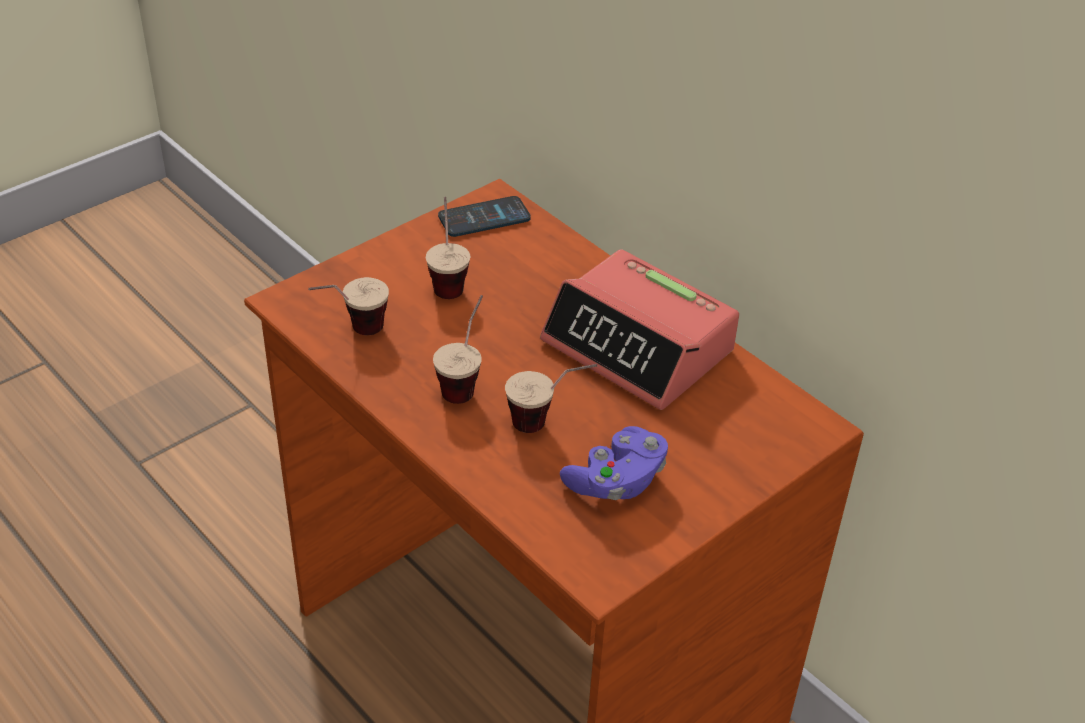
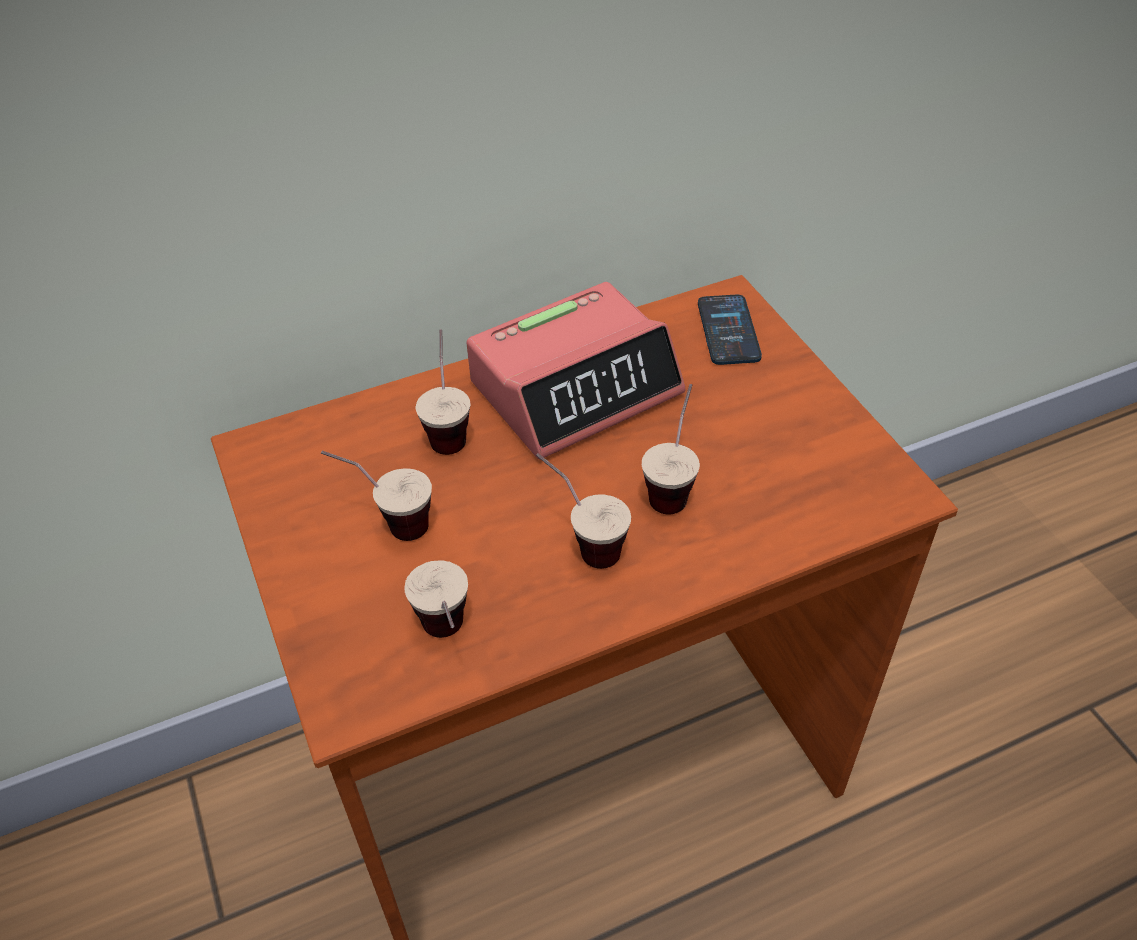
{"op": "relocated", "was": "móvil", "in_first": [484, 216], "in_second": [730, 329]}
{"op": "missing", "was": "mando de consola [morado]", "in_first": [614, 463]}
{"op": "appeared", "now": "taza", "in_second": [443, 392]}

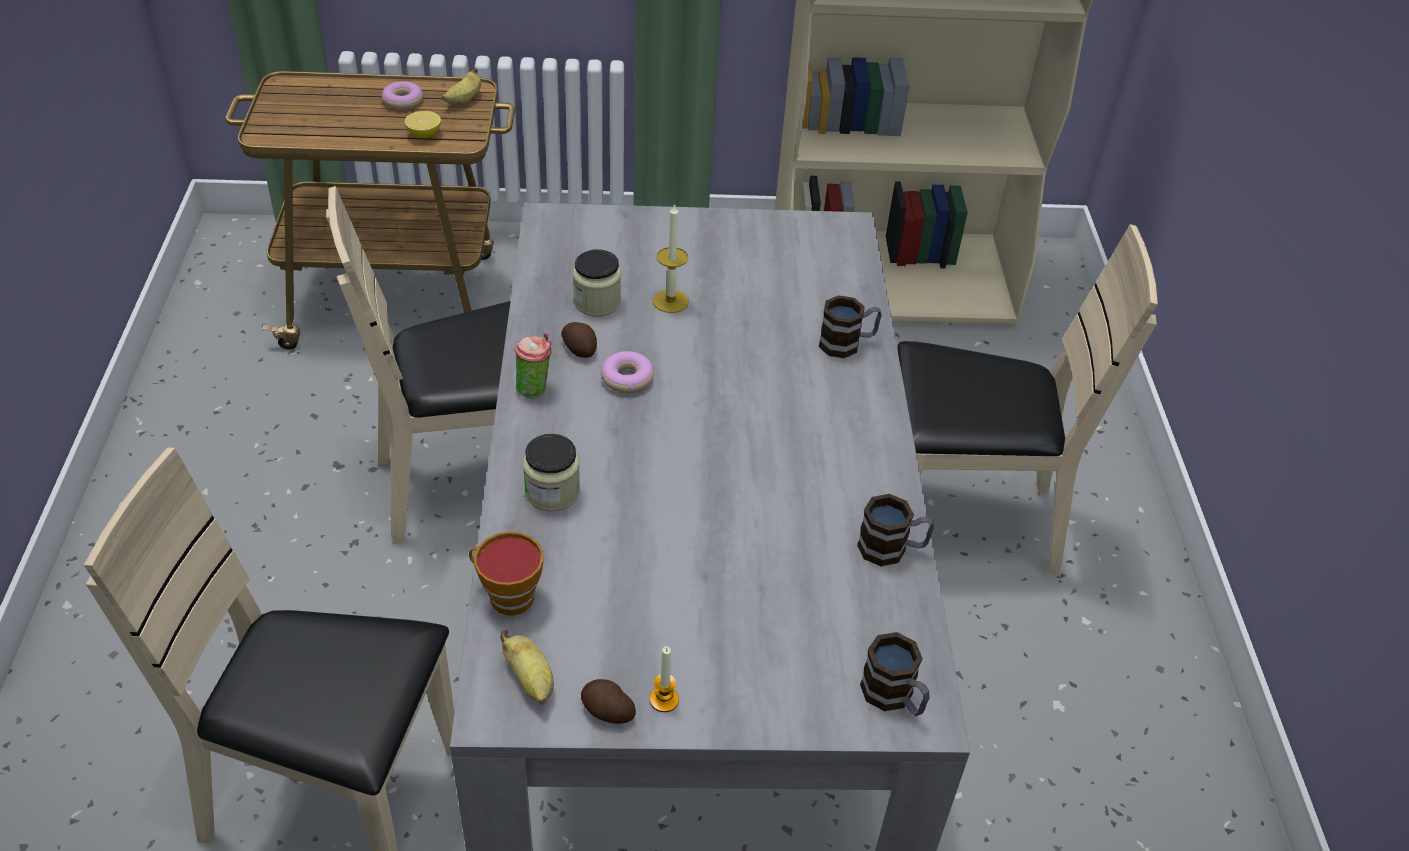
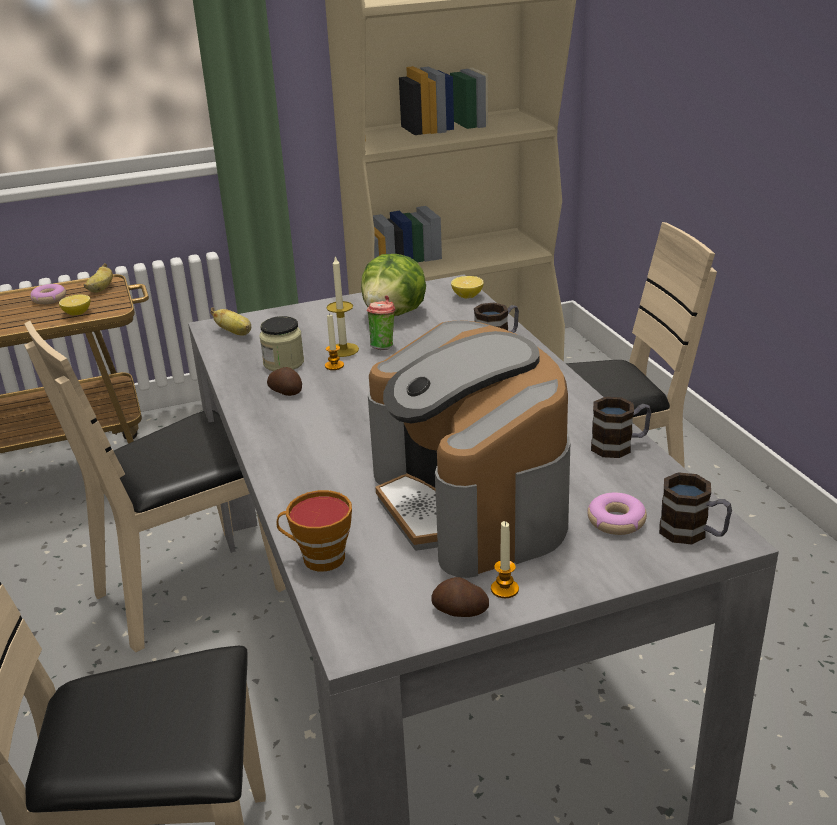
{"op": "relocated", "was": "taza", "in_first": [533, 366], "in_second": [381, 323]}
{"op": "relocated", "was": "rosquilla", "in_first": [627, 372], "in_second": [617, 513]}
{"op": "missing", "was": "tarro", "in_first": [551, 473]}
{"op": "relocated", "was": "plátano", "in_first": [527, 667], "in_second": [230, 321]}
{"op": "appeared", "now": "lechuga", "in_second": [393, 285]}
{"op": "appeared", "now": "limón", "in_second": [467, 287]}
{"op": "appeared", "now": "vela", "in_second": [334, 341]}
{"op": "appeared", "now": "cafetera", "in_second": [469, 449]}

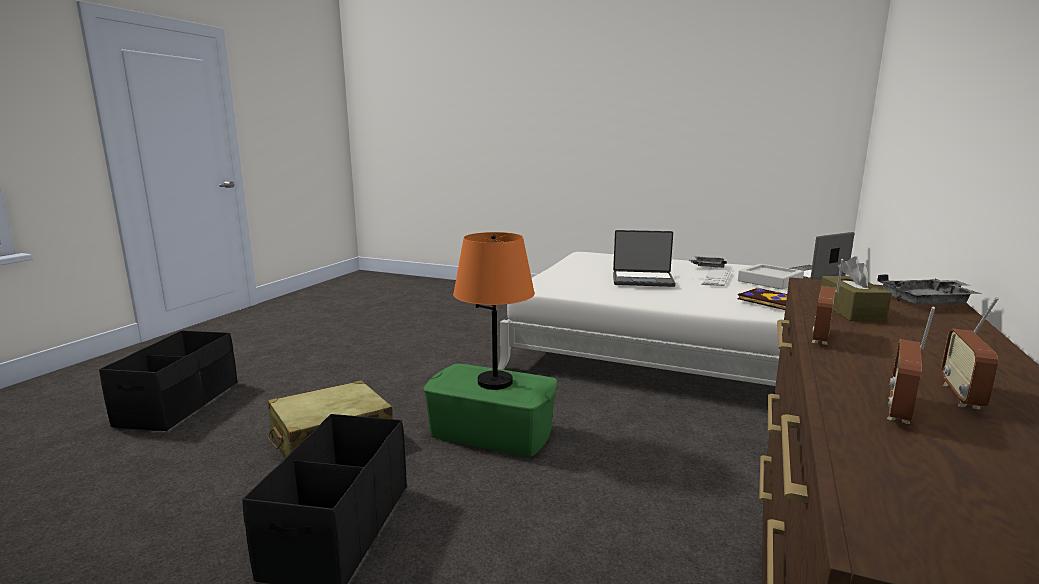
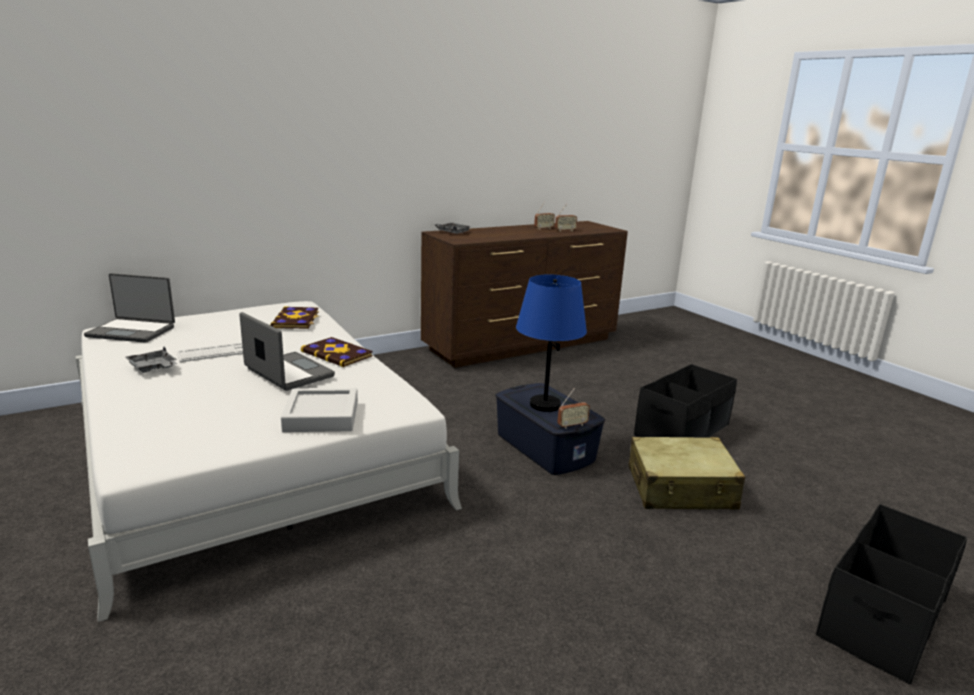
{"op": "colour", "was": "lámpara de mesa [naranja]", "now": "lámpara de mesa [azul]", "in_first": [494, 311], "in_second": [551, 343]}
{"op": "missing", "was": "caja de pañuelos [marrón]", "in_first": [856, 288]}
{"op": "relocated", "was": "radio", "in_first": [827, 302], "in_second": [573, 408]}
{"op": "relocated", "was": "bandeja [gris]", "in_first": [771, 277], "in_second": [319, 410]}
{"op": "colour", "was": "caja de almacenaje [verde]", "now": "caja de almacenaje [azul]", "in_first": [490, 410], "in_second": [550, 429]}
{"op": "appeared", "now": "libro", "in_second": [337, 352]}

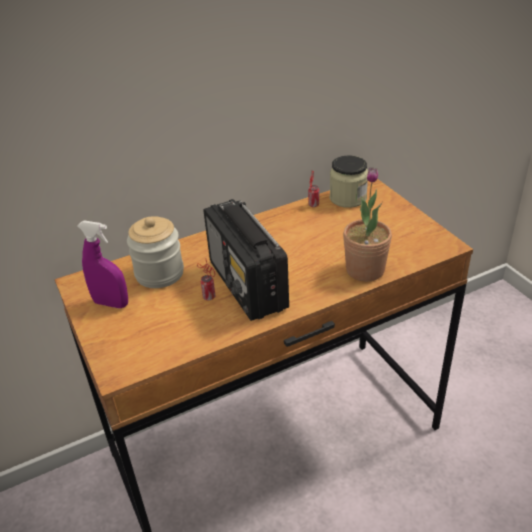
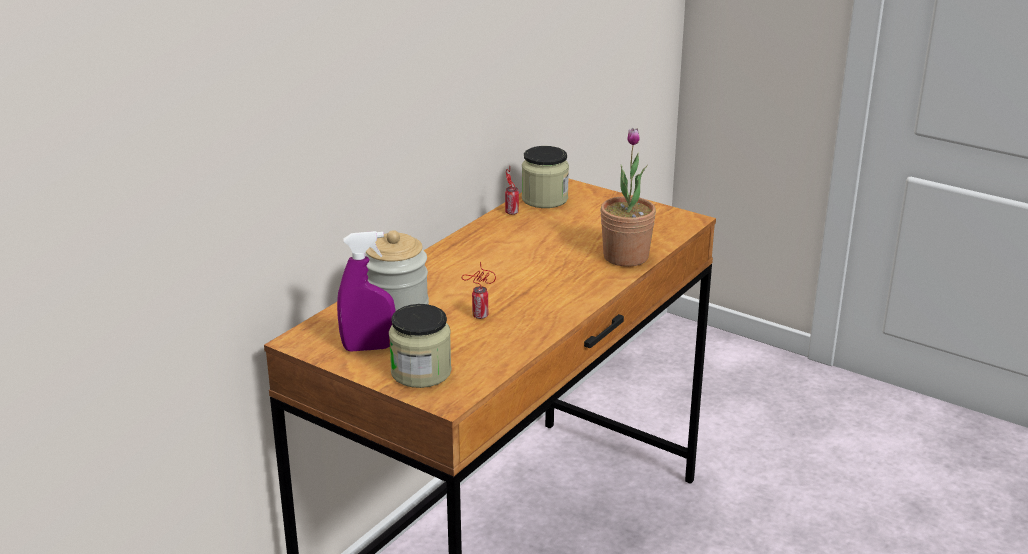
{"op": "missing", "was": "radio", "in_first": [246, 260]}
{"op": "appeared", "now": "tarro", "in_second": [420, 346]}

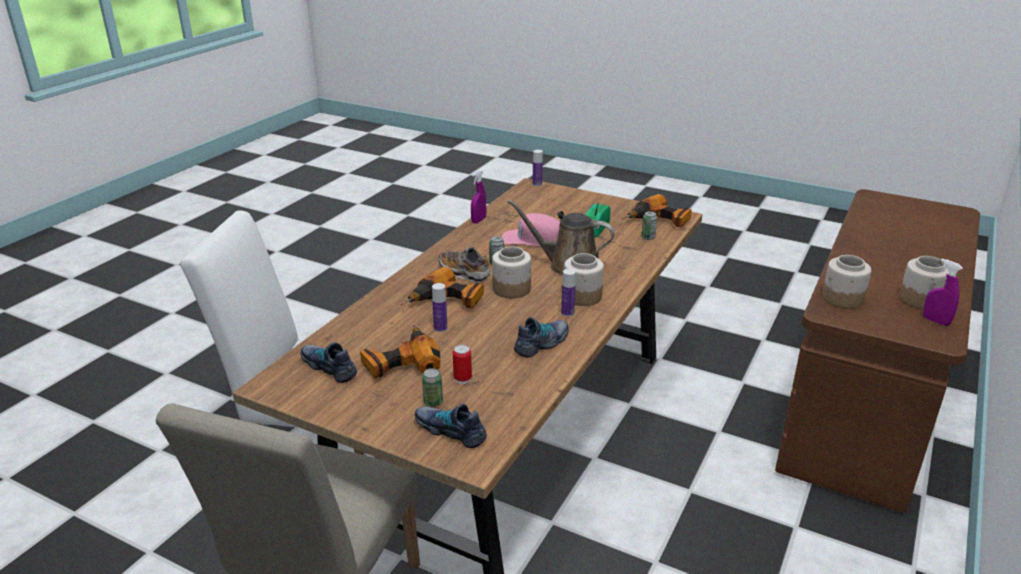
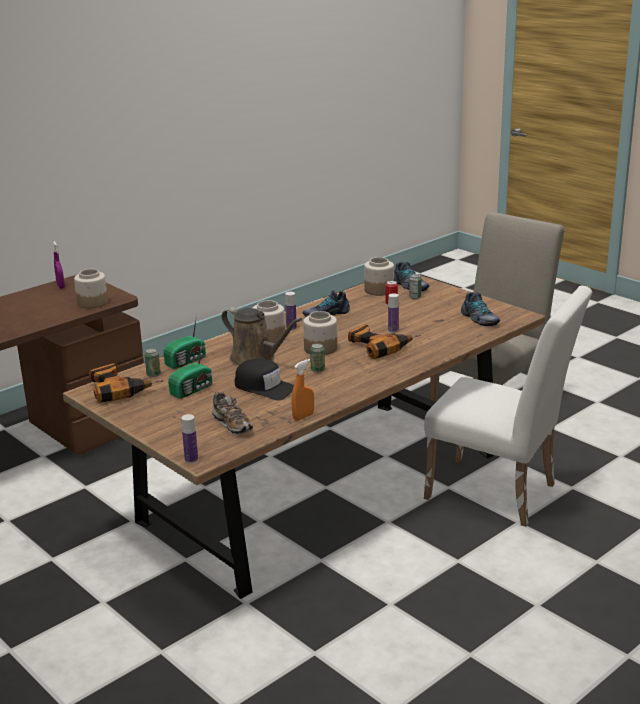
{"op": "colour", "was": "pulverizador [morado]", "now": "pulverizador [naranja]", "in_first": [478, 197], "in_second": [302, 390]}
{"op": "colour", "was": "gorra [rosa]", "now": "gorra [negro]", "in_first": [531, 230], "in_second": [264, 379]}
{"op": "relocated", "was": "zapato", "in_first": [464, 265], "in_second": [232, 413]}
{"op": "relocated", "was": "tarro", "in_first": [924, 283], "in_second": [379, 276]}
{"op": "missing", "was": "taladro", "in_first": [400, 350]}
{"op": "appeared", "now": "radio", "in_second": [184, 342]}

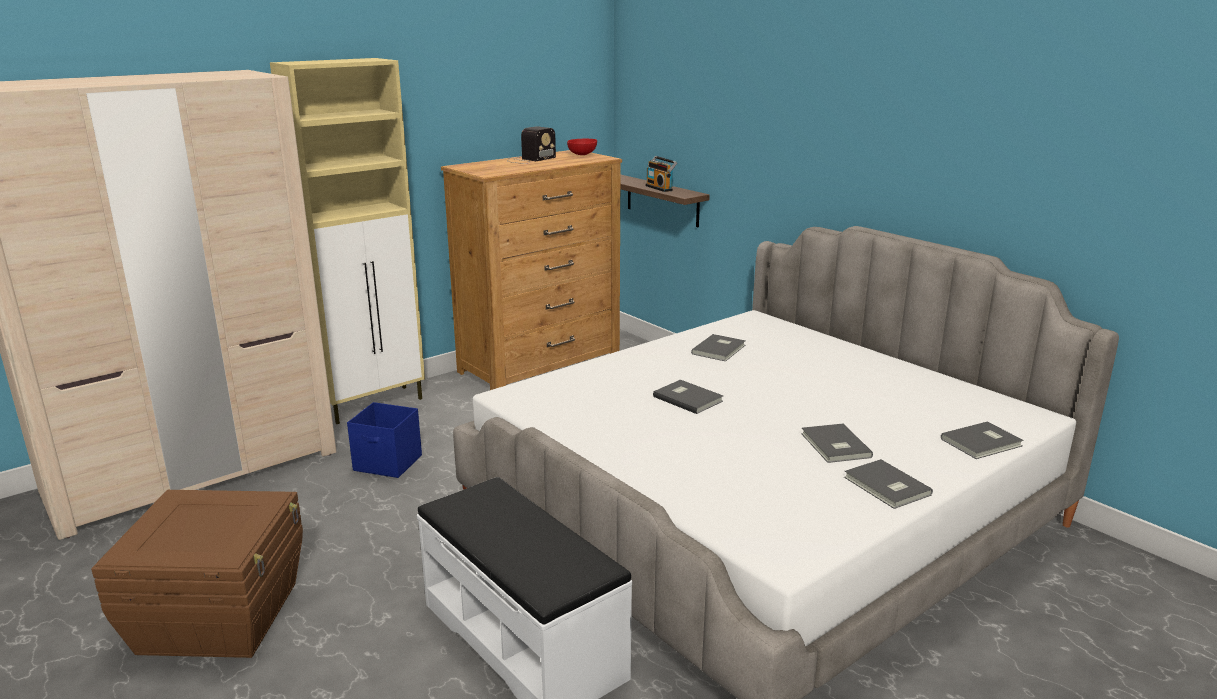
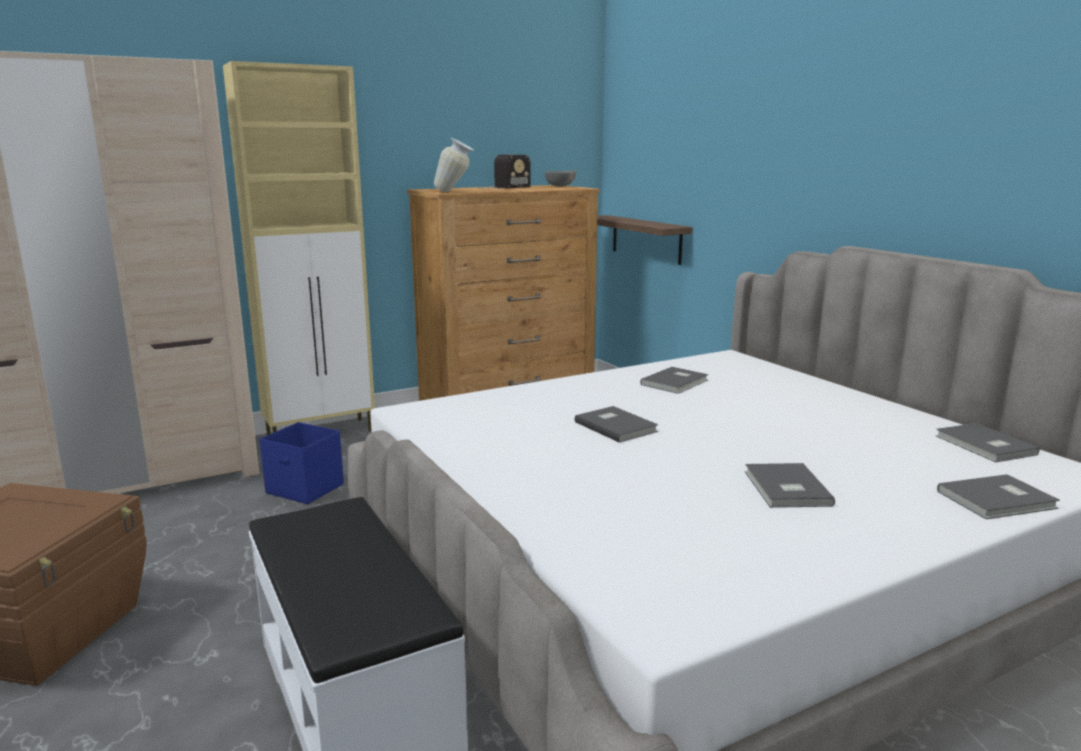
{"op": "colour", "was": "cuenco [rojo]", "now": "cuenco [gris]", "in_first": [582, 147], "in_second": [560, 179]}
{"op": "missing", "was": "radio", "in_first": [661, 174]}
{"op": "relocated", "was": "libro [gris]", "in_first": [888, 484], "in_second": [987, 442]}
{"op": "appeared", "now": "florero", "in_second": [454, 165]}

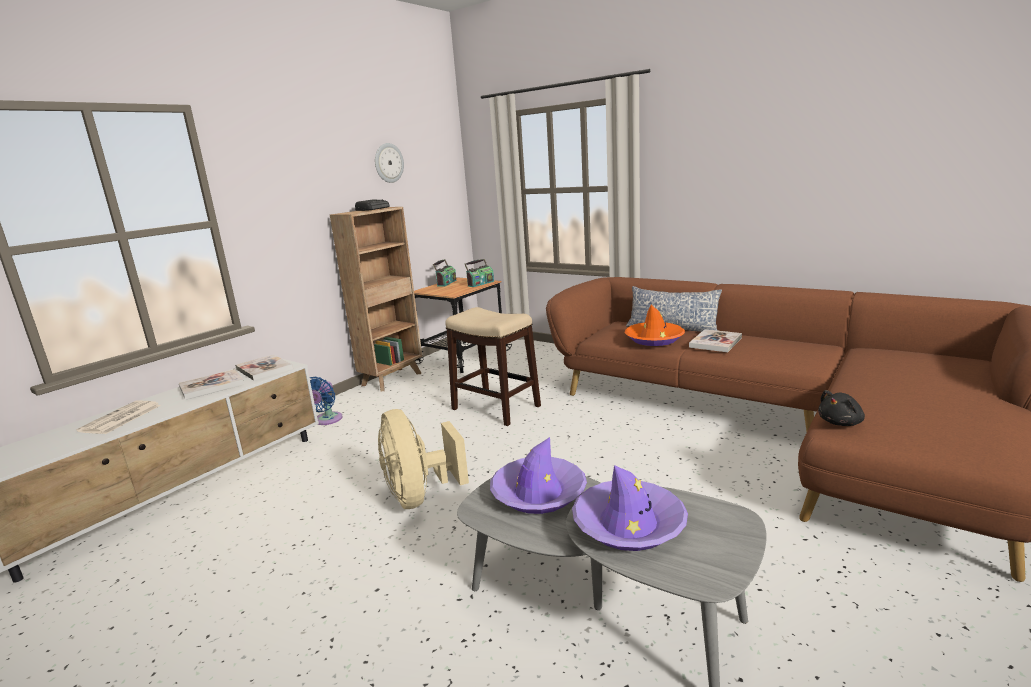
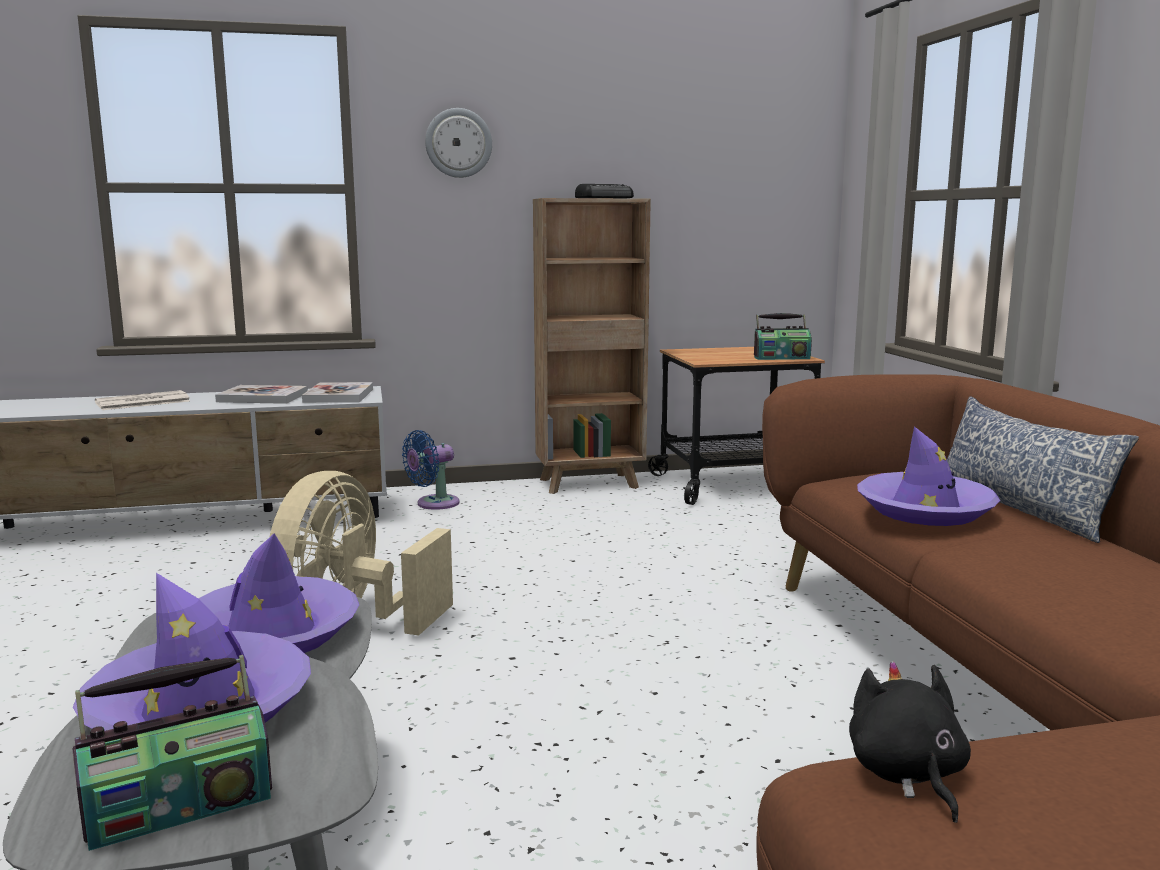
{"op": "relocated", "was": "reloj de pared", "in_first": [389, 163], "in_second": [458, 143]}
{"op": "relocated", "was": "radio", "in_first": [444, 273], "in_second": [172, 753]}
{"op": "colour", "was": "sombrero [naranja]", "now": "sombrero [morado]", "in_first": [655, 325], "in_second": [928, 476]}
{"op": "missing", "was": "taburete", "in_first": [493, 366]}
{"op": "missing", "was": "libro", "in_first": [715, 340]}
{"op": "spun", "was": "peluche [negro]", "in_first": [841, 408], "in_second": [910, 742], "clockwise": 75}

